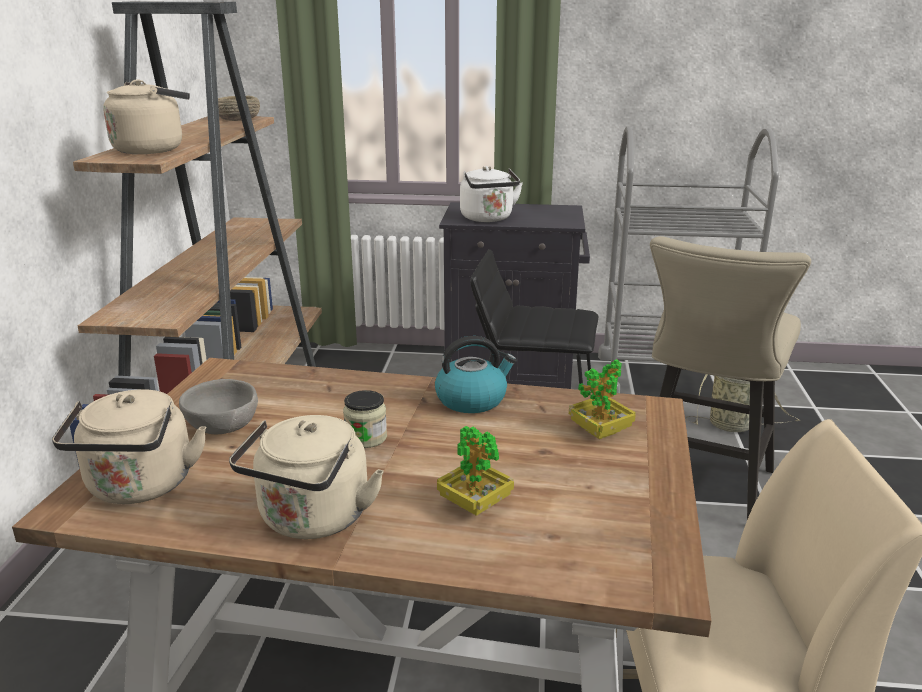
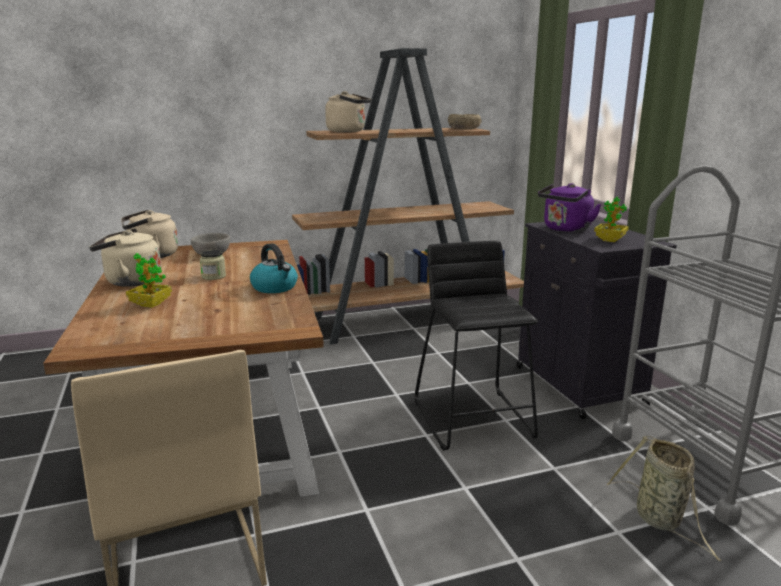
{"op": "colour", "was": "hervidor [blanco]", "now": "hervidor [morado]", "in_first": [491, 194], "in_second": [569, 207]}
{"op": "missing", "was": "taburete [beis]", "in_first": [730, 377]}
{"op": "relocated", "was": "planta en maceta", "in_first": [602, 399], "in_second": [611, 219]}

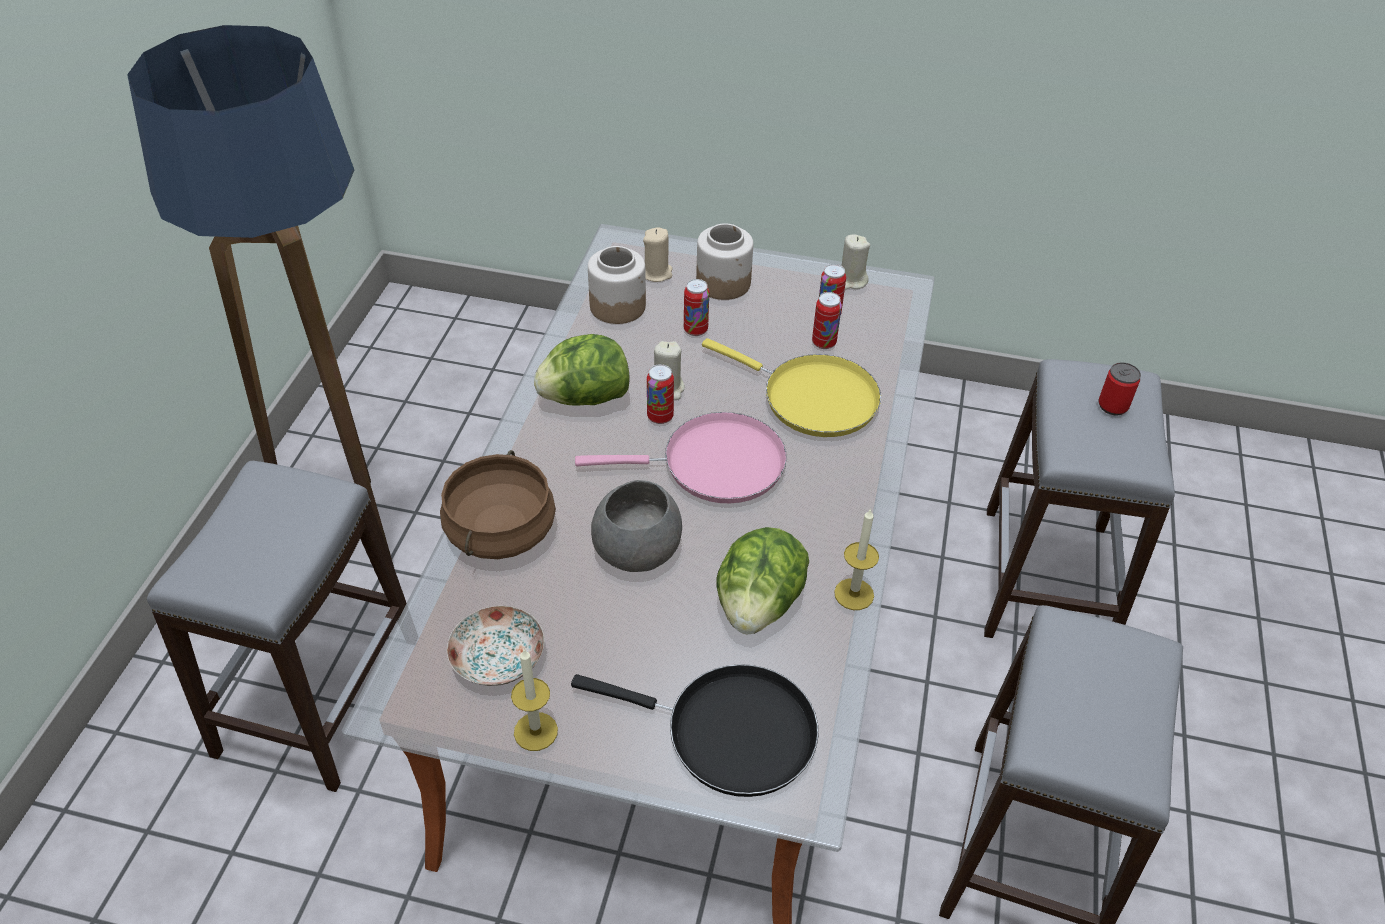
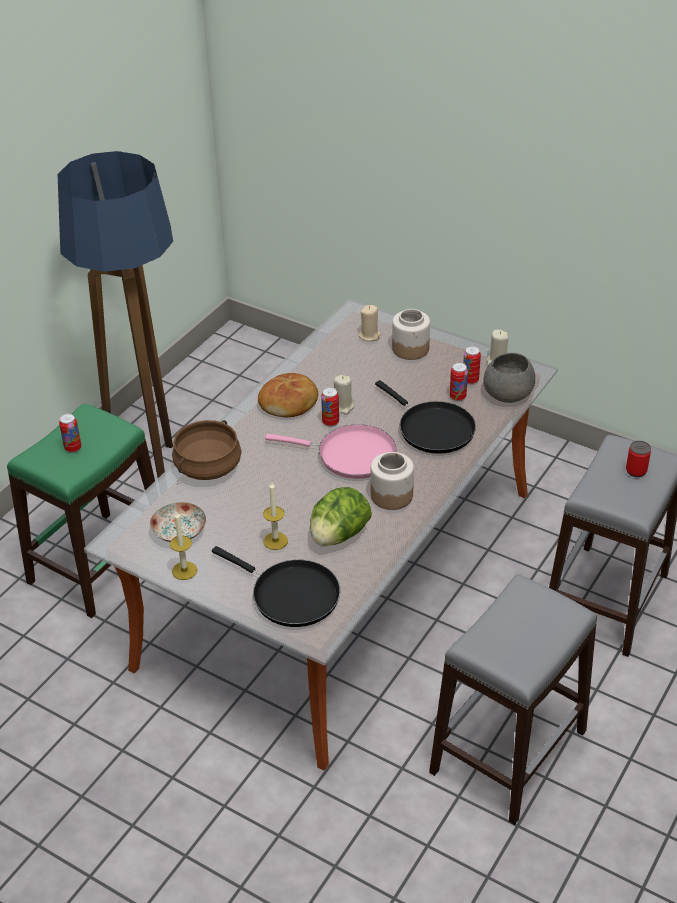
{"op": "relocated", "was": "tarro", "in_first": [617, 285], "in_second": [392, 481]}
{"op": "relocated", "was": "lata", "in_first": [696, 307], "in_second": [70, 433]}
{"op": "exchanged", "was": "lechuga", "now": "pan", "in_first": [582, 370], "in_second": [288, 395]}
{"op": "colour", "was": "sartén [amarillo]", "now": "sartén [negro]", "in_first": [791, 387], "in_second": [425, 417]}
{"op": "colour", "was": "taburete [gris]", "now": "taburete [verde]", "in_first": [276, 626], "in_second": [81, 511]}
{"op": "relocated", "was": "cuenco [gris]", "in_first": [636, 526], "in_second": [509, 378]}
{"op": "relocated", "was": "vela", "in_first": [856, 559], "in_second": [275, 516]}

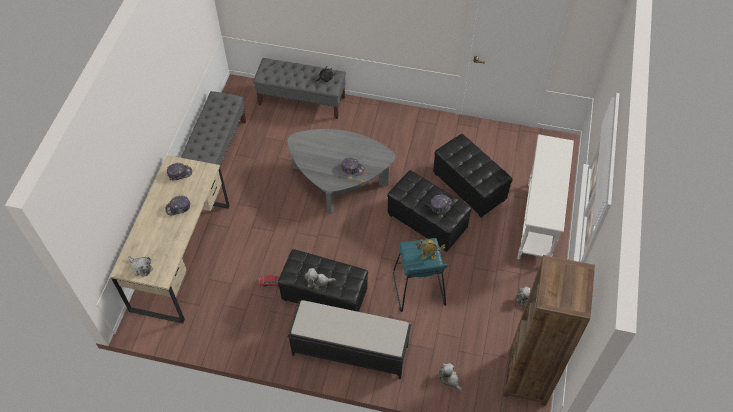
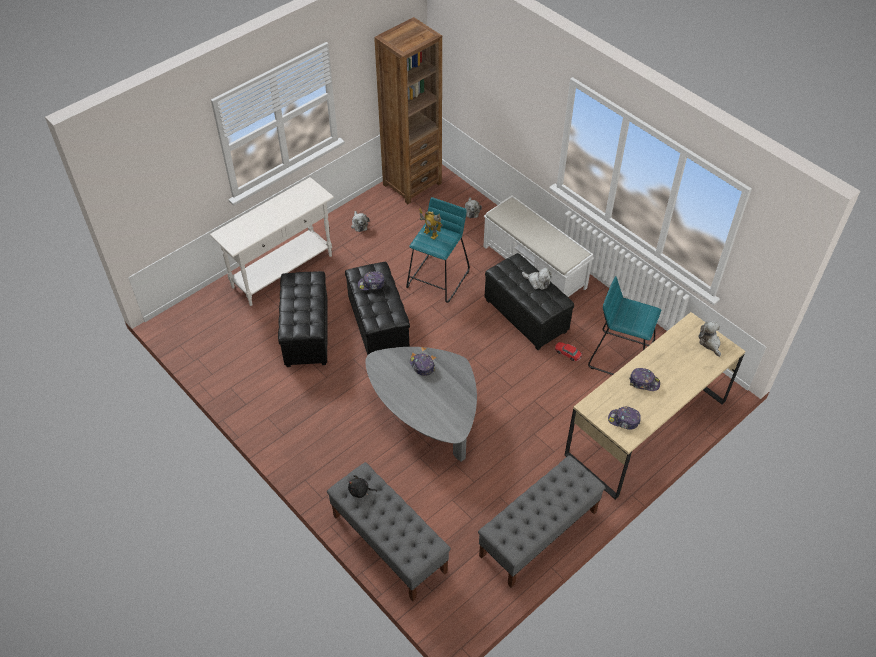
{"op": "colour", "was": "banco [negro]", "now": "banco [blanco]", "in_first": [350, 339], "in_second": [538, 246]}
{"op": "appeared", "now": "taburete [turquesa]", "in_second": [624, 325]}

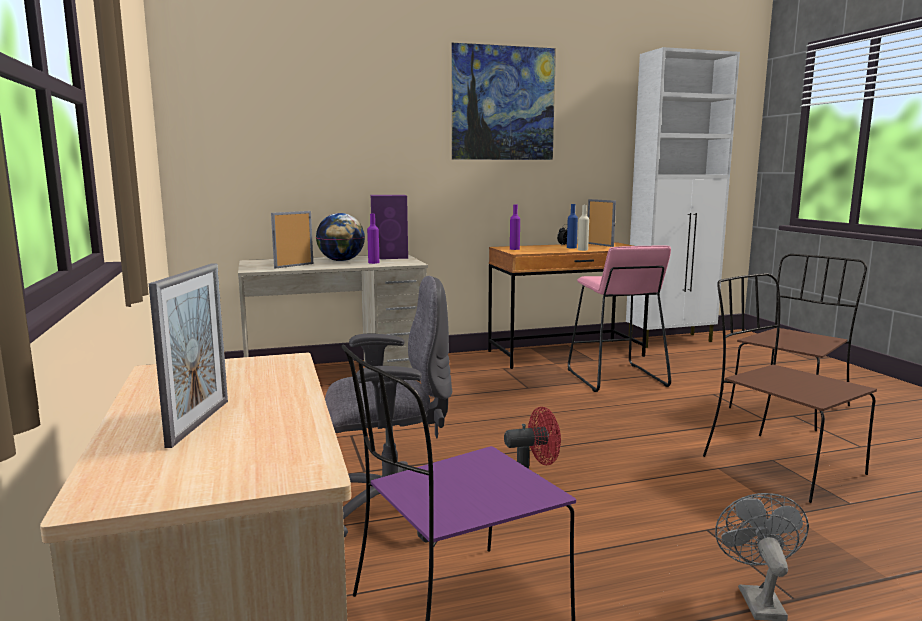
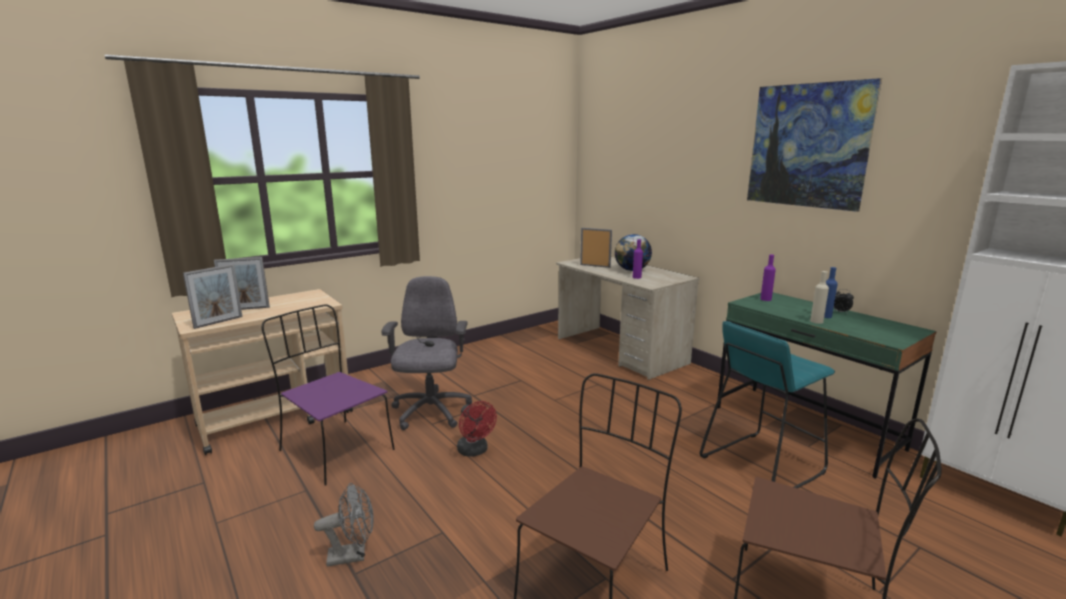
{"op": "missing", "was": "altavoz [morado]", "in_first": [389, 227]}
{"op": "relocated", "was": "portarretratos", "in_first": [602, 223], "in_second": [212, 296]}
{"op": "colour", "was": "escritorio [marrón]", "now": "escritorio [verde]", "in_first": [568, 305], "in_second": [827, 385]}
{"op": "colour", "was": "taburete [rosa]", "now": "taburete [turquesa]", "in_first": [619, 318], "in_second": [767, 405]}
{"op": "spun", "was": "silla de oficina [gris]", "in_first": [388, 409], "in_second": [426, 353], "clockwise": -150}

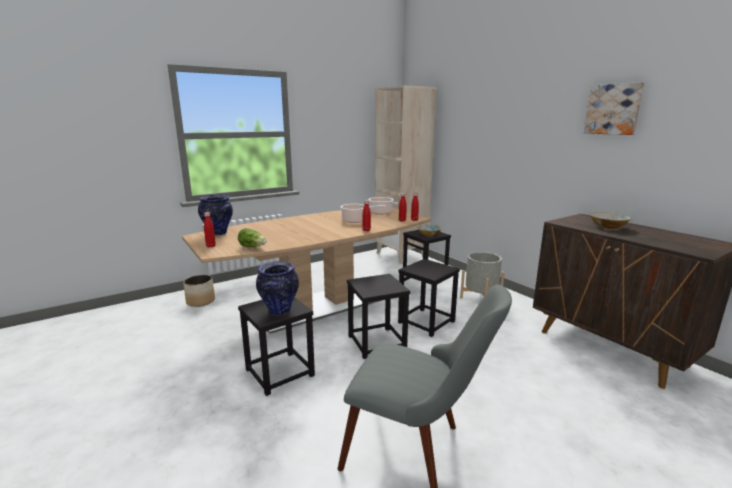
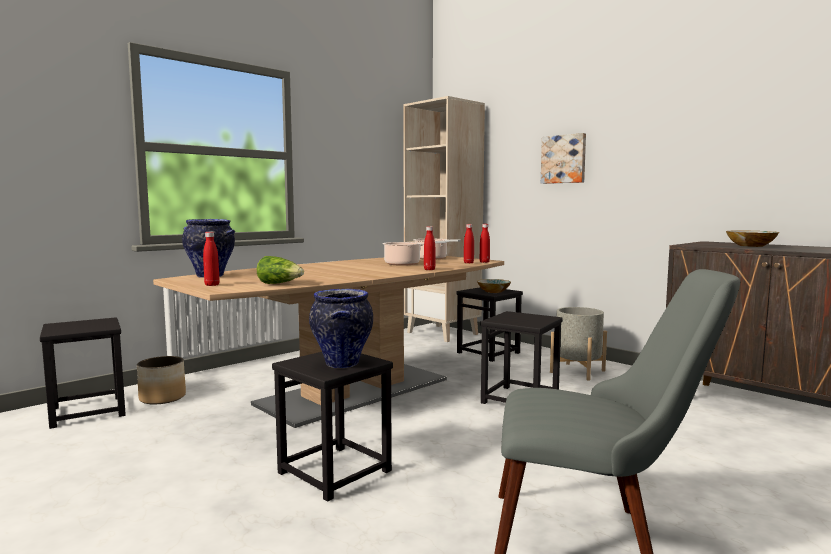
{"op": "relocated", "was": "cuadro", "in_first": [614, 108], "in_second": [563, 158]}
{"op": "relocated", "was": "taburete [negro]", "in_first": [378, 316], "in_second": [83, 373]}

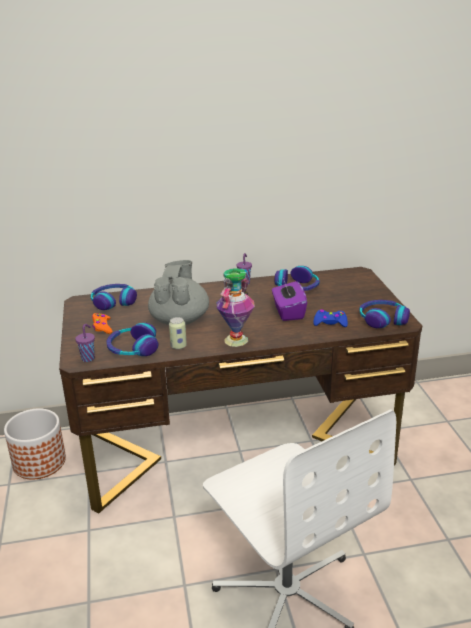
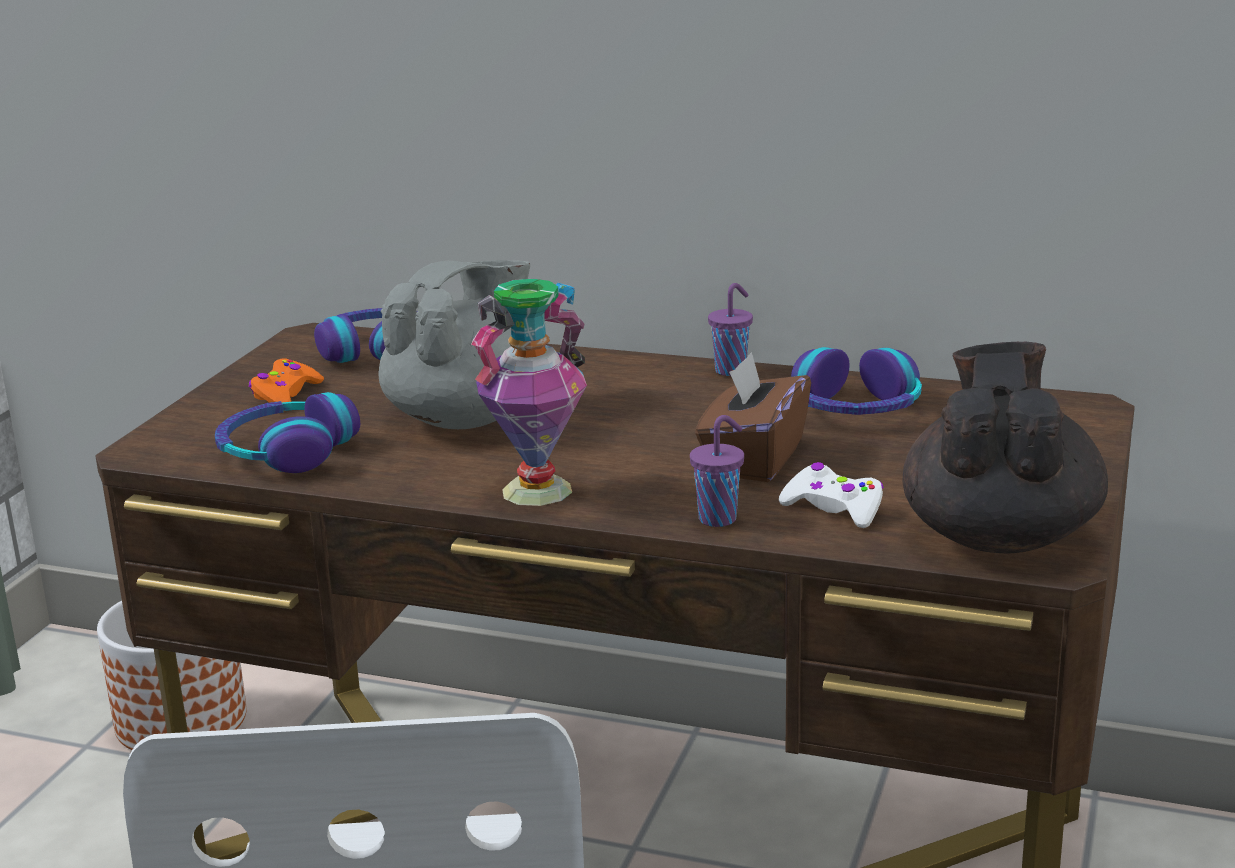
{"op": "colour", "was": "caja de pañuelos [morado]", "now": "caja de pañuelos [marrón]", "in_first": [289, 299], "in_second": [753, 417]}
{"op": "exchanged", "was": "auriculares", "now": "tetera [negro]", "in_first": [384, 314], "in_second": [1005, 447]}
{"op": "colour", "was": "mando de consola [azul]", "now": "mando de consola [blanco]", "in_first": [330, 318], "in_second": [831, 495]}
{"op": "missing", "was": "lata", "in_first": [178, 333]}
{"op": "relocated", "was": "taza [morado]", "in_first": [85, 343], "in_second": [717, 471]}

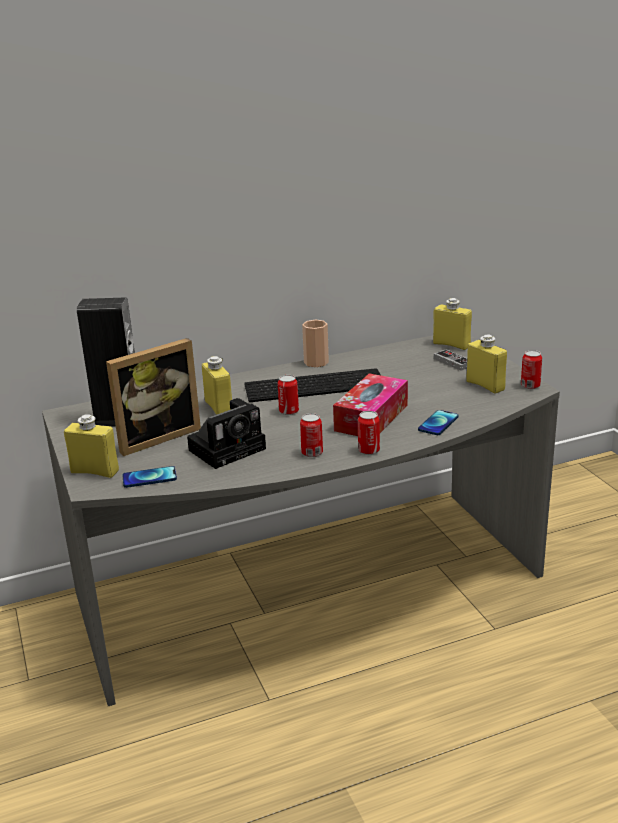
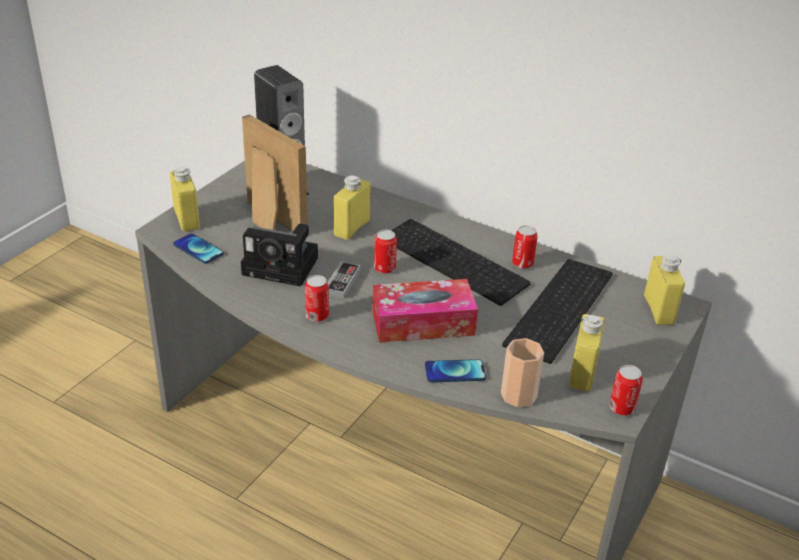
{"op": "relocated", "was": "taza", "in_first": [315, 343], "in_second": [522, 372]}
{"op": "spun", "was": "portarretratos", "in_first": [153, 397], "in_second": [275, 172], "clockwise": -150}
{"op": "relocated", "was": "mando de consola", "in_first": [451, 360], "in_second": [344, 280]}
{"op": "relocated", "was": "lata", "in_first": [369, 433], "in_second": [525, 247]}
{"op": "appeared", "now": "teclado", "in_second": [557, 311]}

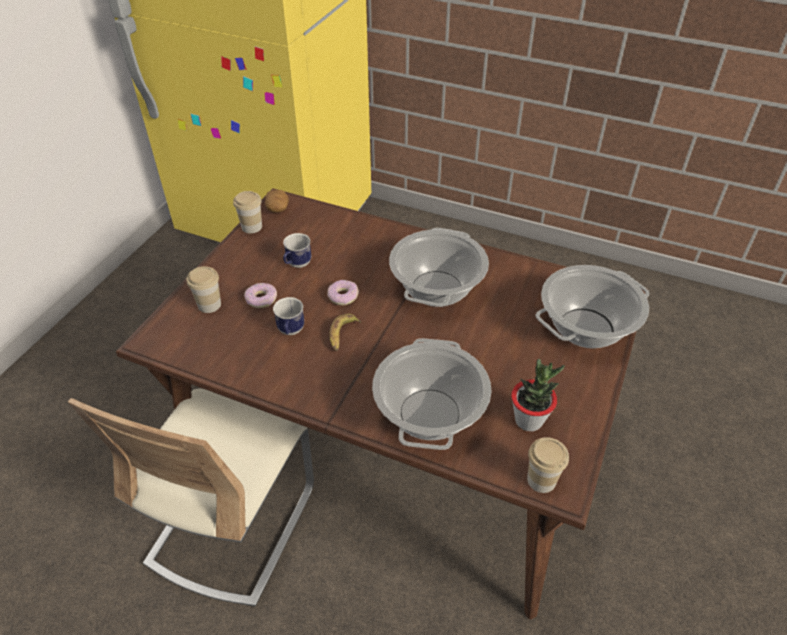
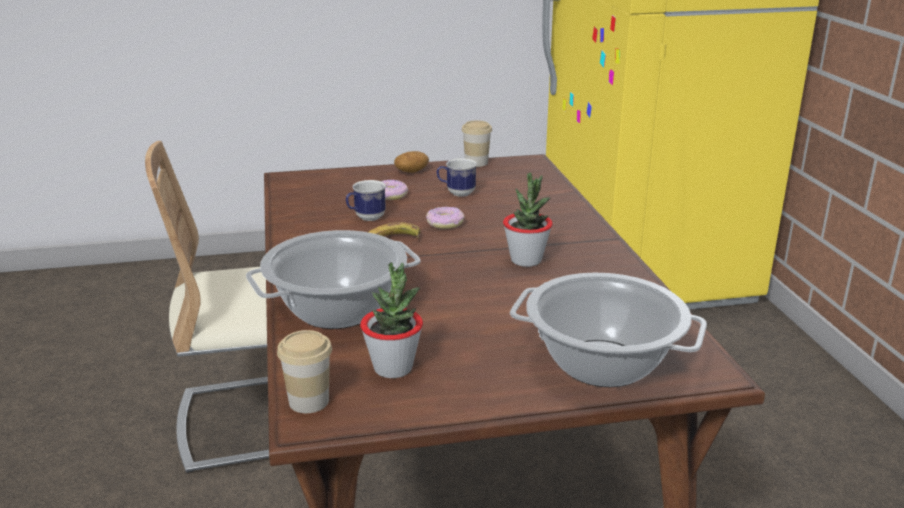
{"op": "relocated", "was": "patata", "in_first": [277, 201], "in_second": [411, 162]}
{"op": "exchanged", "was": "olla", "now": "planta en maceta", "in_first": [439, 267], "in_second": [528, 219]}
{"op": "missing", "was": "taza", "in_first": [204, 289]}

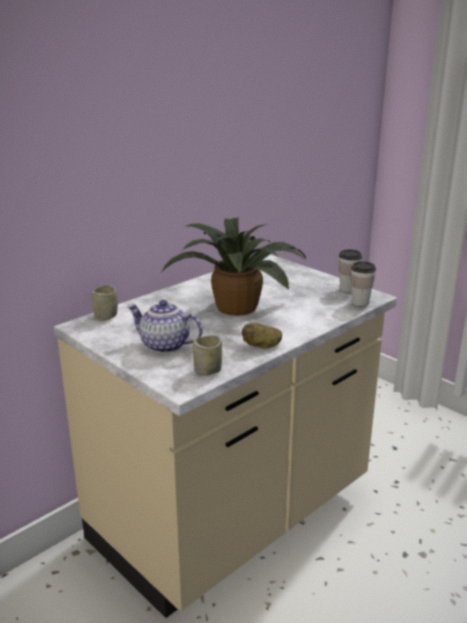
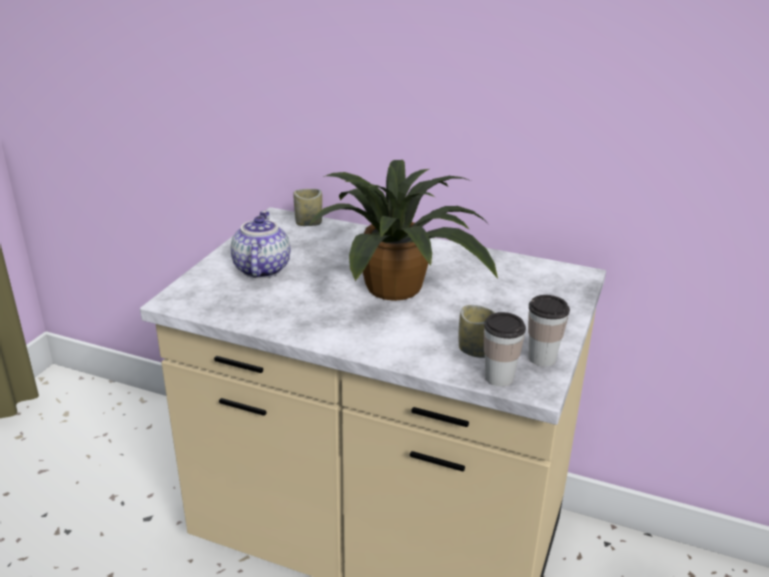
{"op": "missing", "was": "patata", "in_first": [262, 335]}
{"op": "relocated", "was": "taza", "in_first": [207, 355], "in_second": [477, 331]}

